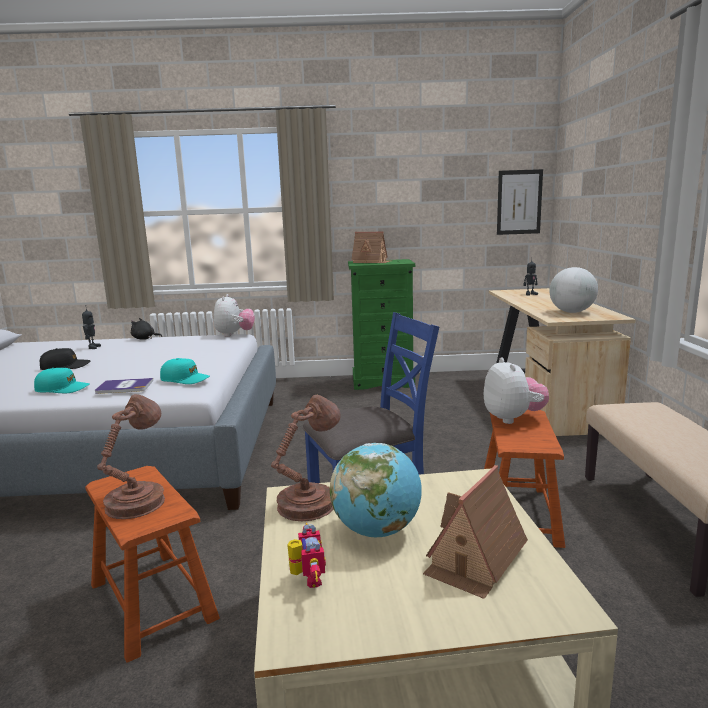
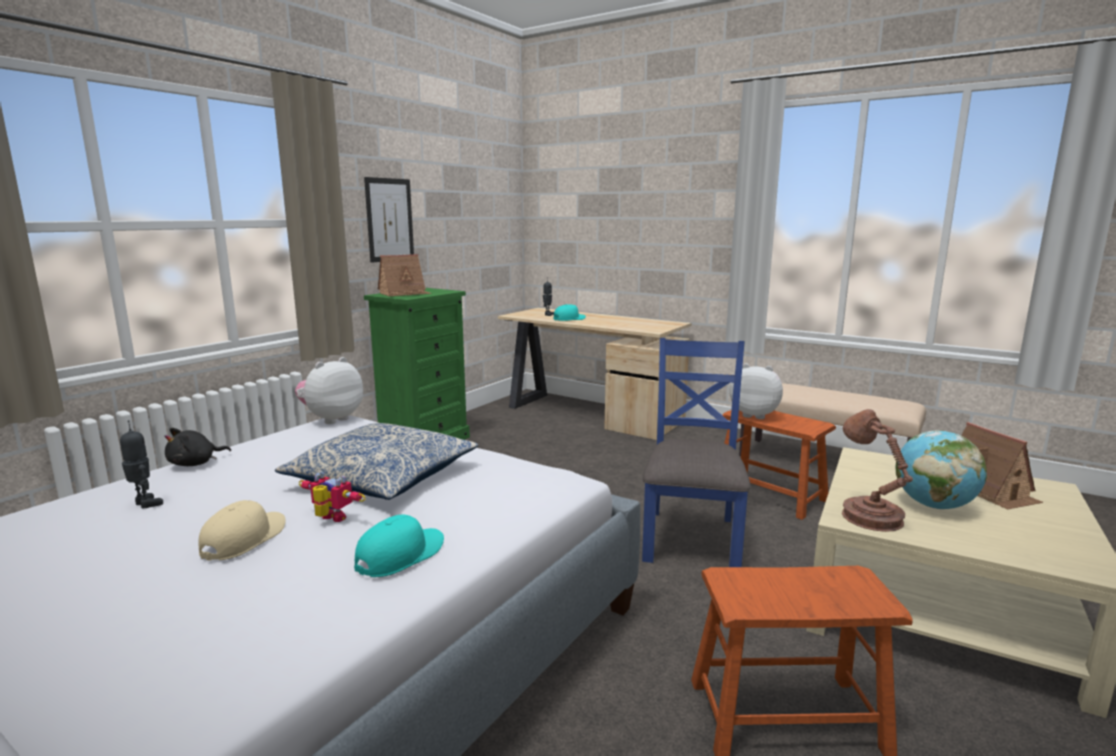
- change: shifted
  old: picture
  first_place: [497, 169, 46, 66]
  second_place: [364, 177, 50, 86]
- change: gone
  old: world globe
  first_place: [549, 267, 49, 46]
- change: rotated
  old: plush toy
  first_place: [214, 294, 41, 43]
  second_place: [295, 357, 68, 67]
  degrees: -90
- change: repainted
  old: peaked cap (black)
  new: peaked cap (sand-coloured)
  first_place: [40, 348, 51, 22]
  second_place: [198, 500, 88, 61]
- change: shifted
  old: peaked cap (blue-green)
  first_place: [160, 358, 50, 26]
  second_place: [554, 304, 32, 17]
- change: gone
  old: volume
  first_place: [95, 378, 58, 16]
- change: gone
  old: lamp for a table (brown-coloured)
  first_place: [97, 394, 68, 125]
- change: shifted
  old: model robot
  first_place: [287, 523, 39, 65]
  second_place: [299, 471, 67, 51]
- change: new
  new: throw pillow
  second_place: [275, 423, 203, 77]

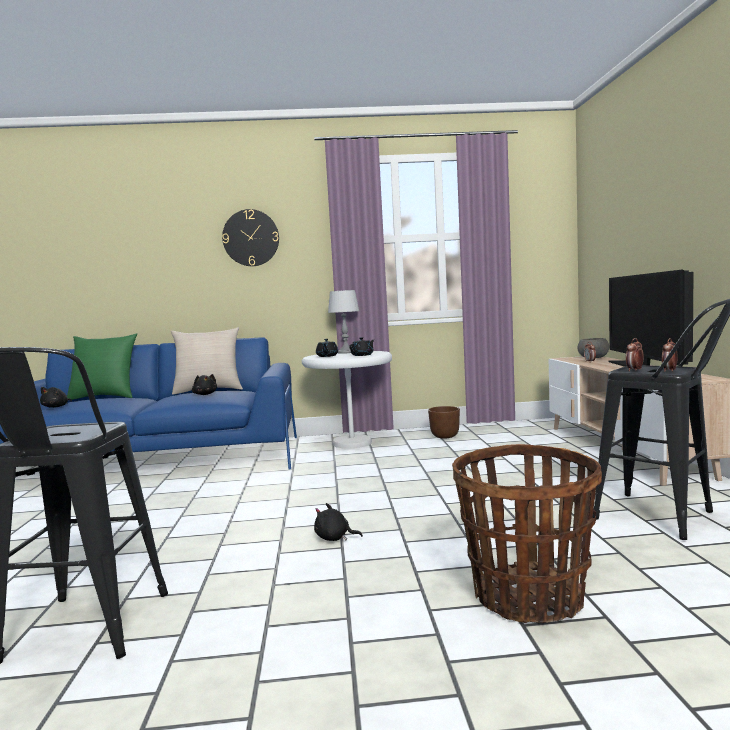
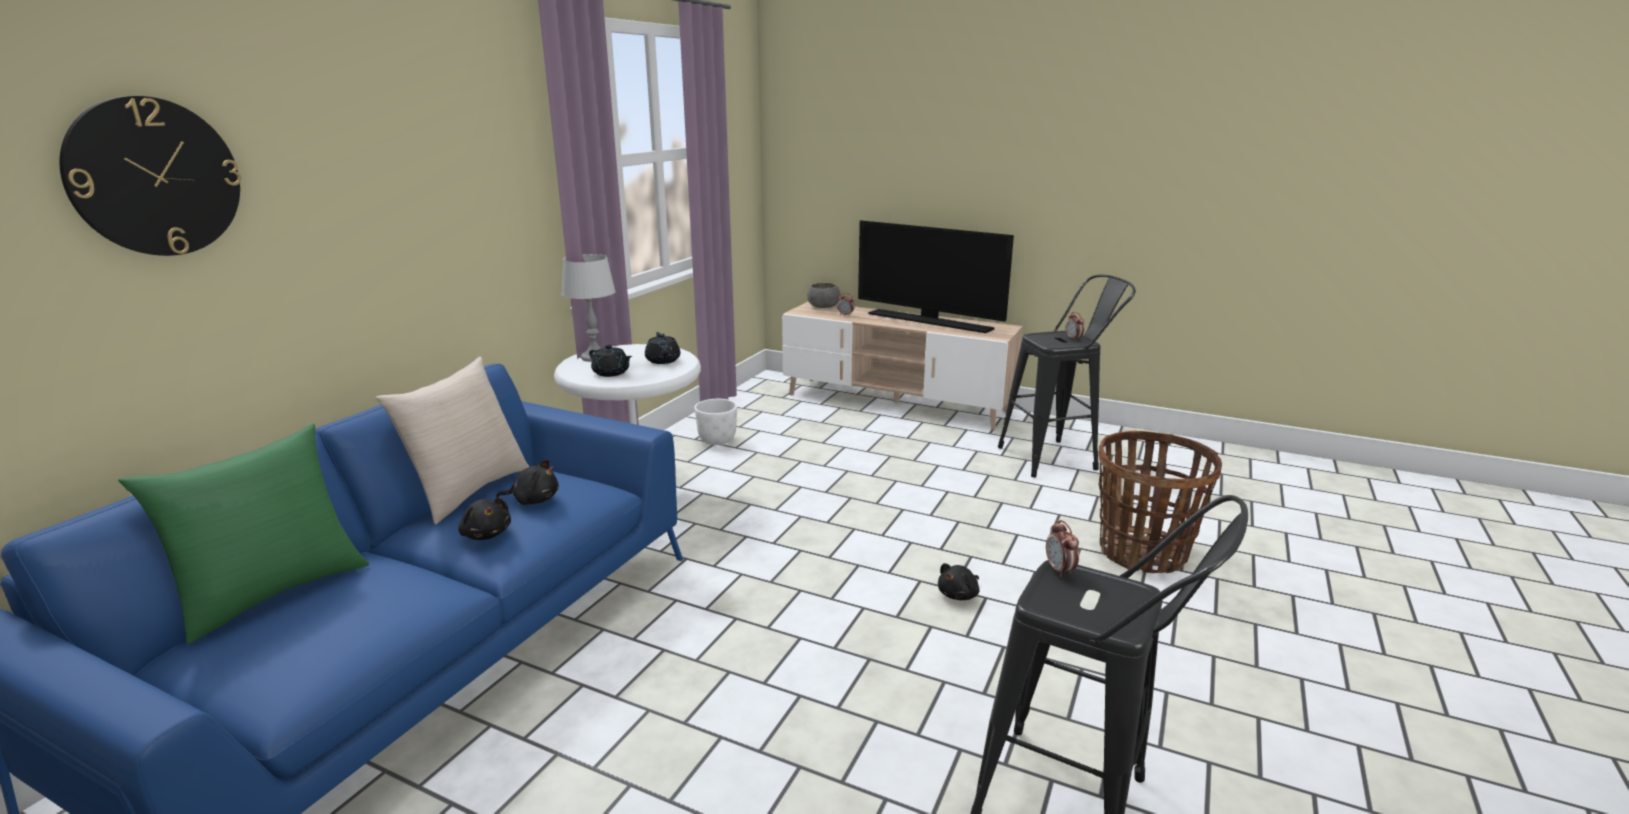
- change: shifted
  old: hanging clock
  first_place: [222, 209, 57, 57]
  second_place: [59, 96, 182, 160]
- change: shifted
  old: table clock
  first_place: [626, 338, 18, 33]
  second_place: [1046, 520, 33, 57]
- change: shifted
  old: plush toy (black)
  first_place: [40, 387, 32, 21]
  second_place: [458, 498, 53, 42]
- change: repainted
  old: planter (brown-coloured)
  new: planter (white)
  first_place: [428, 406, 32, 32]
  second_place: [694, 399, 43, 46]

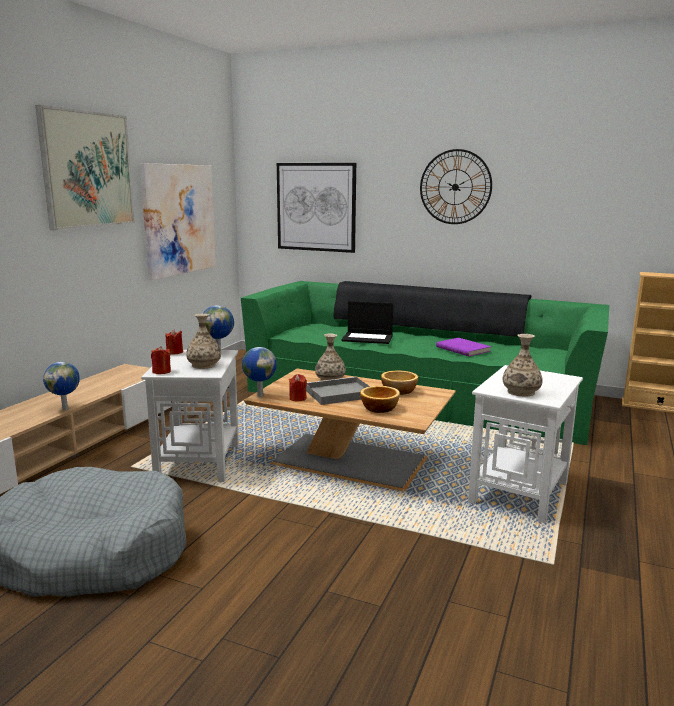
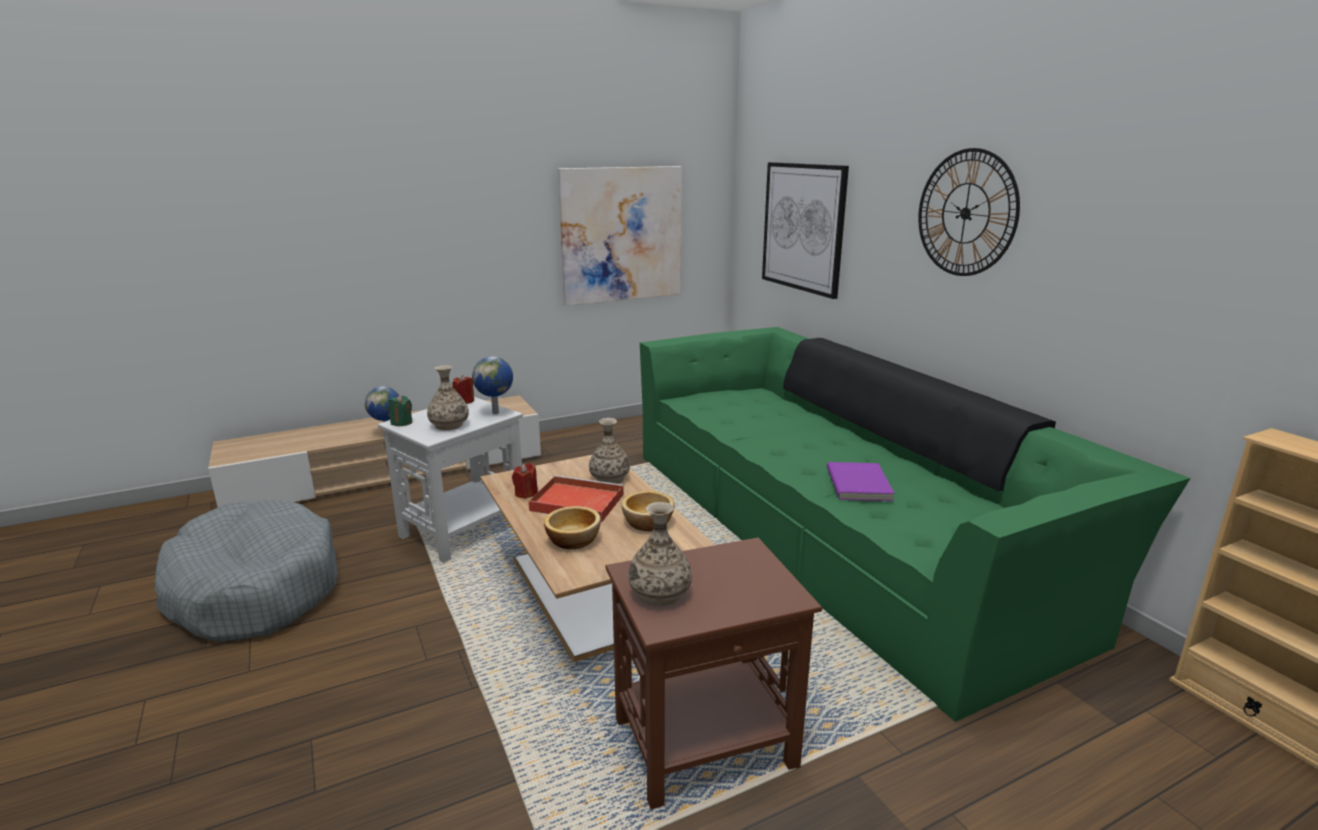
- change: gone
  old: picture
  first_place: [35, 105, 100, 125]
- change: gone
  old: portable computer
  first_place: [341, 301, 52, 43]
- change: repainted
  old: candle (red-coloured)
  new: candle (green-coloured)
  first_place: [151, 346, 20, 28]
  second_place: [388, 395, 24, 31]
- change: gone
  old: world globe
  first_place: [242, 347, 35, 50]
- change: repainted
  old: side table (white)
  new: side table (brown-coloured)
  first_place: [468, 365, 115, 158]
  second_place: [605, 538, 217, 271]
- change: repainted
  old: serving tray (greyish)
  new: serving tray (red-coloured)
  first_place: [306, 377, 64, 28]
  second_place: [529, 475, 95, 47]

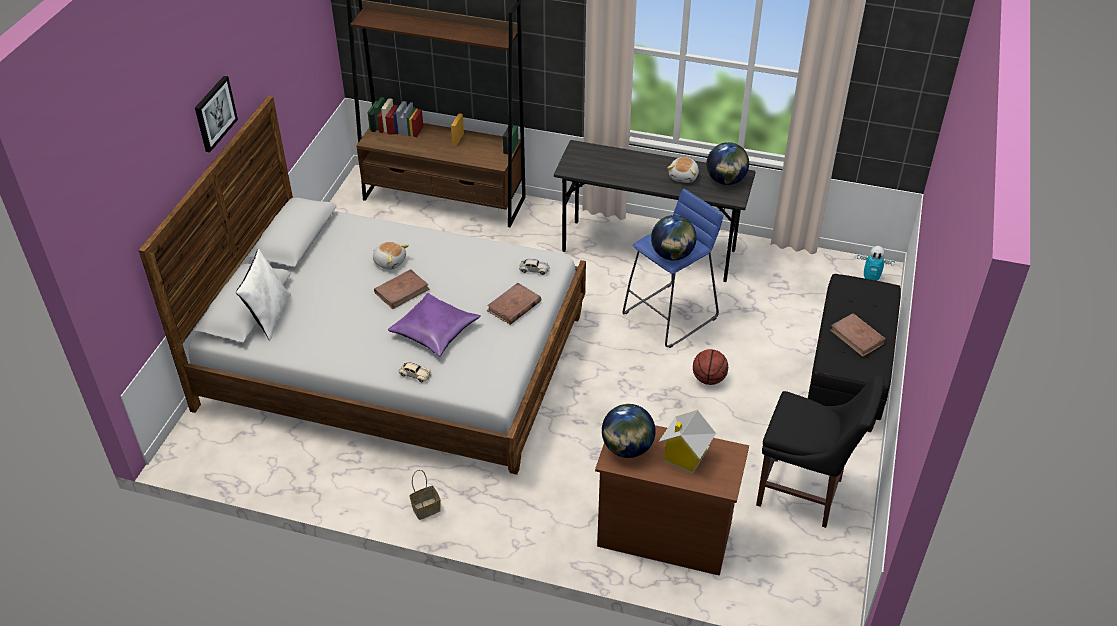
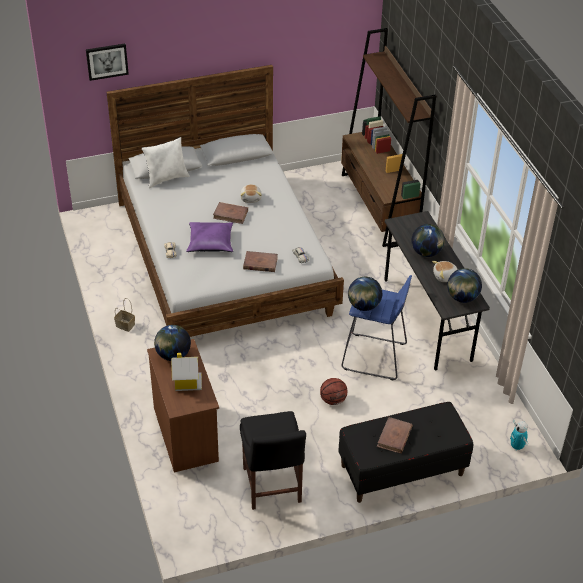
- change: shifted
  old: picture
  first_place: [195, 76, 43, 76]
  second_place: [86, 44, 43, 37]
- change: new
  new: world globe
  second_place: [411, 224, 34, 33]

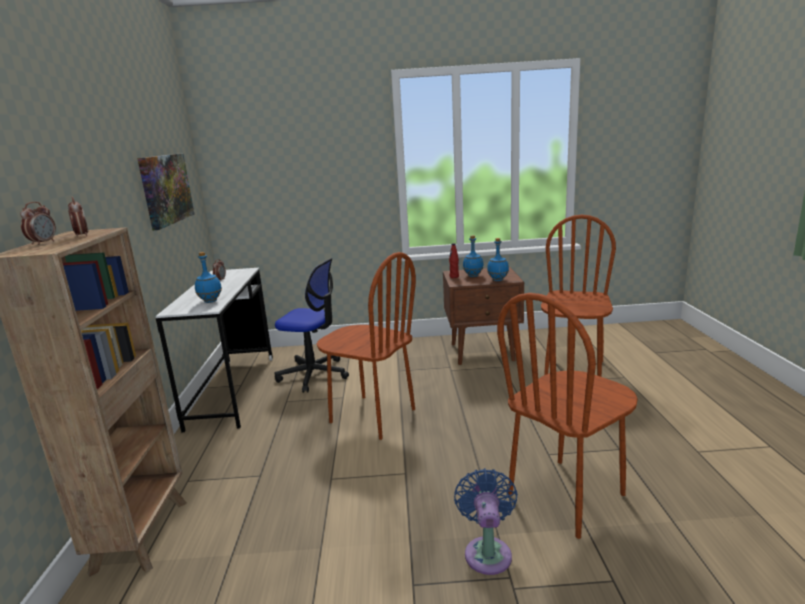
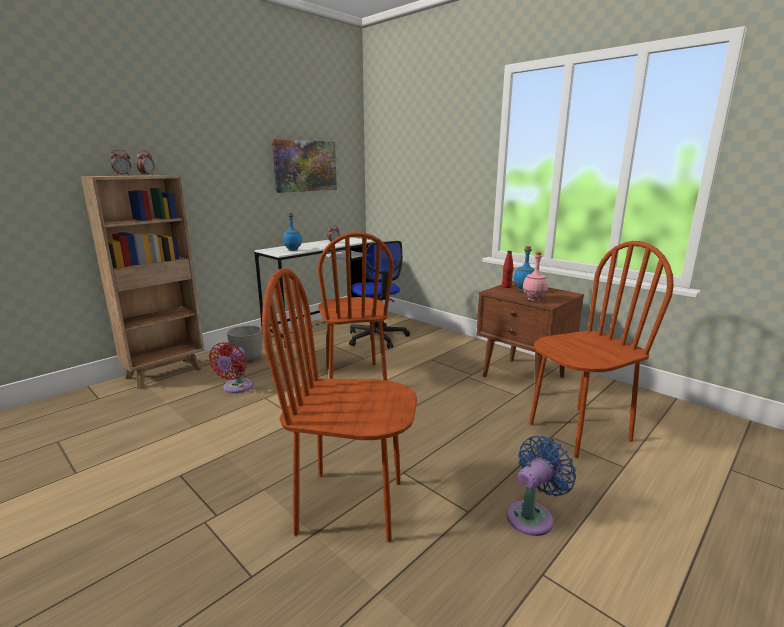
- change: repainted
  old: beverage bottle (bluish)
  new: beverage bottle (pink)
  first_place: [487, 238, 22, 43]
  second_place: [523, 252, 25, 49]
- change: shifted
  old: electric fan (bluish)
  first_place: [454, 468, 64, 107]
  second_place: [507, 436, 69, 100]
- change: new
  new: planter (greyish)
  second_place: [227, 325, 36, 38]
- change: new
  new: electric fan (red-coloured)
  second_place: [209, 342, 44, 51]

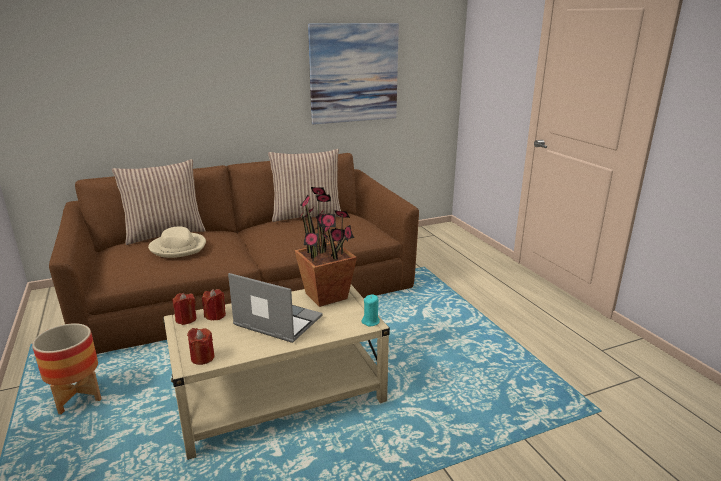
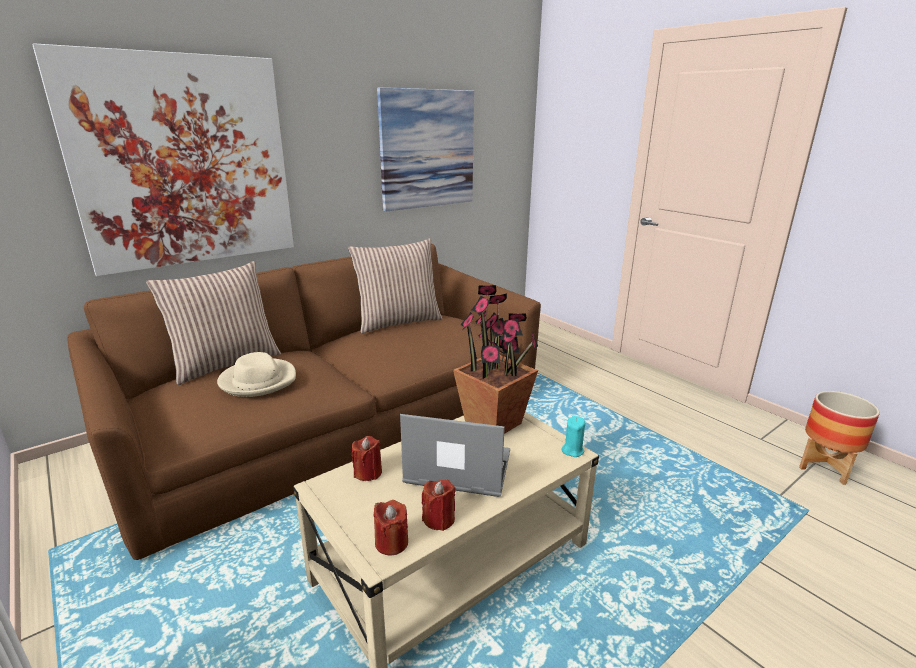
- change: shifted
  old: candle (red-coloured)
  first_place: [173, 293, 24, 32]
  second_place: [422, 479, 34, 52]
- change: shifted
  old: planter
  first_place: [32, 323, 69, 91]
  second_place: [799, 391, 81, 94]
- change: new
  new: picture
  second_place: [33, 43, 261, 233]

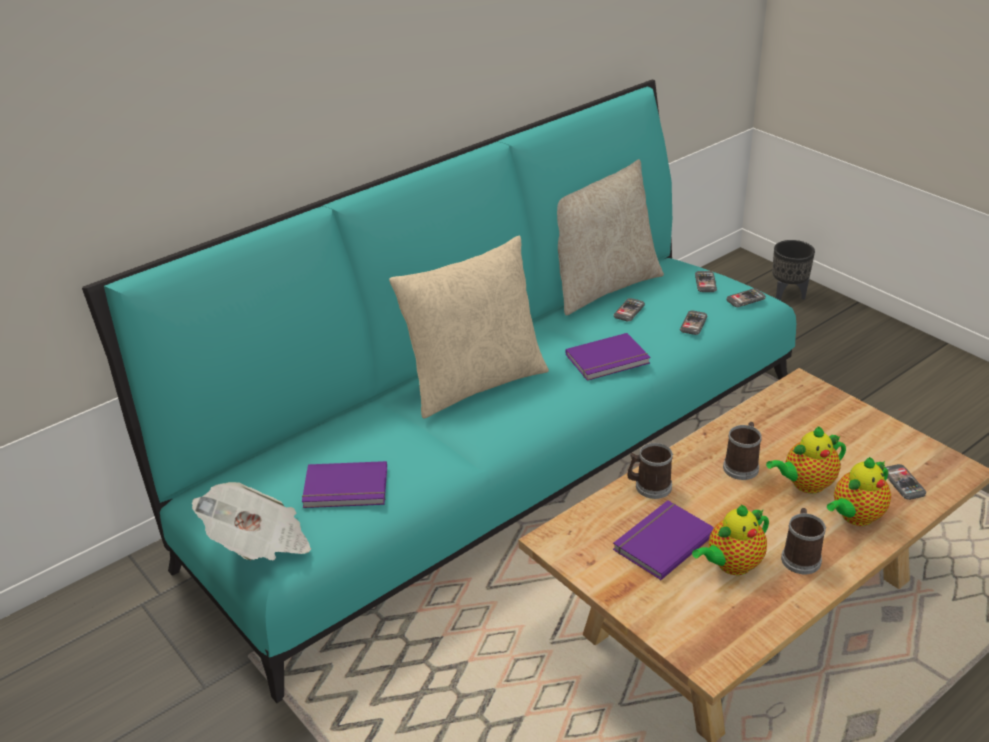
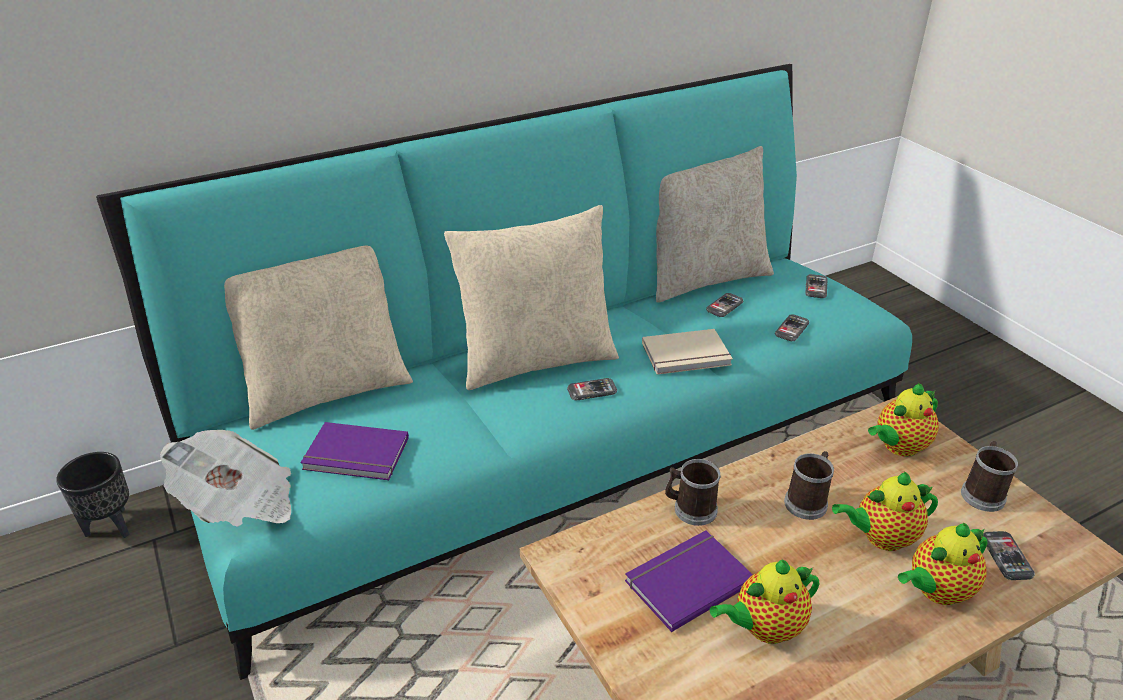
- change: shifted
  old: planter (black)
  first_place: [772, 240, 43, 61]
  second_place: [56, 452, 74, 86]
- change: shifted
  old: handset
  first_place: [726, 288, 40, 19]
  second_place: [567, 378, 50, 23]
- change: repainted
  old: volume (purple)
  new: volume (sand-coloured)
  first_place: [565, 333, 85, 48]
  second_place: [642, 329, 91, 46]
- change: shifted
  old: mug
  first_place: [781, 508, 45, 66]
  second_place: [961, 441, 58, 71]
- change: new
  new: throw pillow (sand-coloured)
  second_place: [224, 246, 189, 184]
- change: new
  new: pot for tea
  second_place: [868, 383, 71, 74]

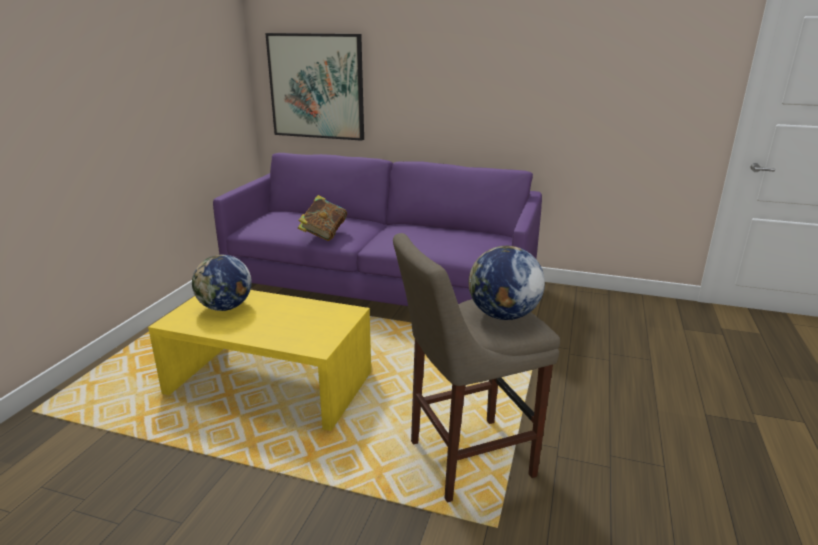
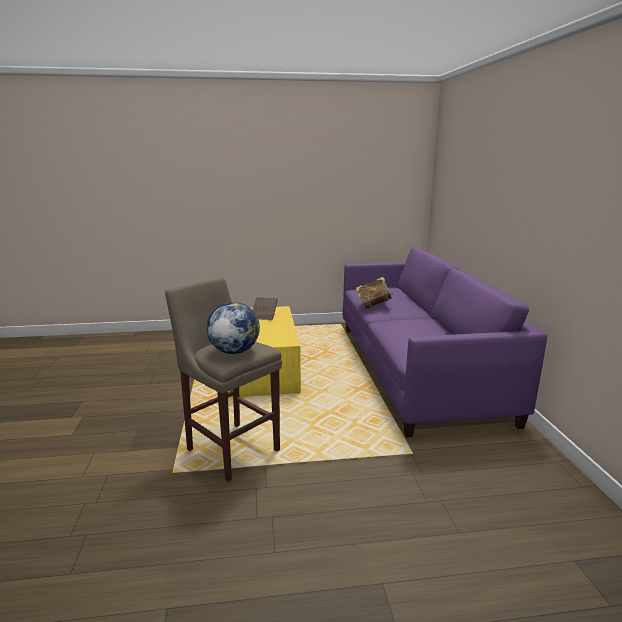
- change: gone
  old: picture
  first_place: [265, 33, 99, 108]
- change: swapped
  old: world globe
  new: volume (brown-coloured)
  first_place: [192, 255, 60, 56]
  second_place: [253, 297, 25, 23]

